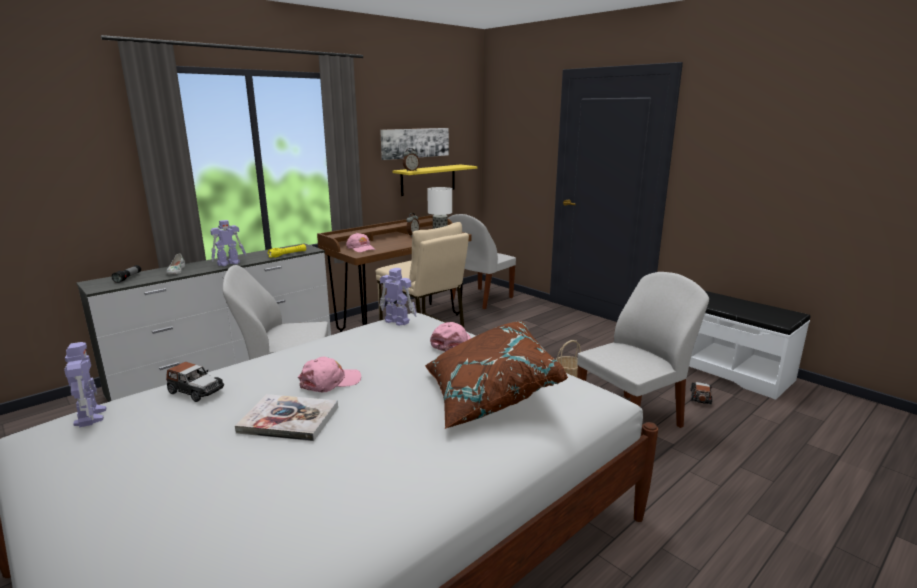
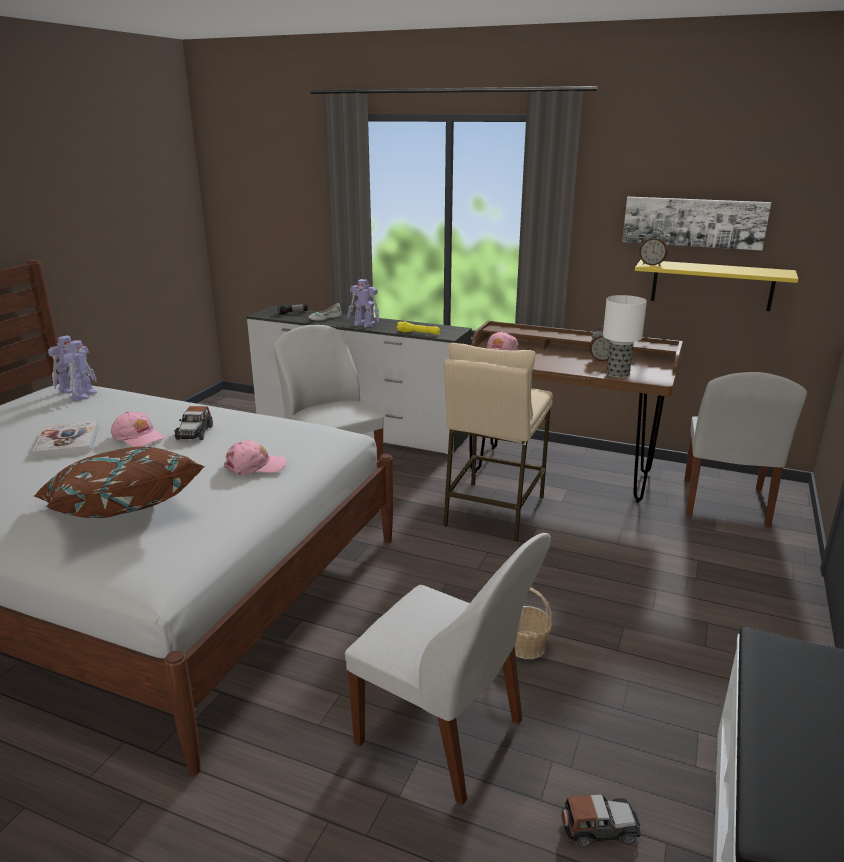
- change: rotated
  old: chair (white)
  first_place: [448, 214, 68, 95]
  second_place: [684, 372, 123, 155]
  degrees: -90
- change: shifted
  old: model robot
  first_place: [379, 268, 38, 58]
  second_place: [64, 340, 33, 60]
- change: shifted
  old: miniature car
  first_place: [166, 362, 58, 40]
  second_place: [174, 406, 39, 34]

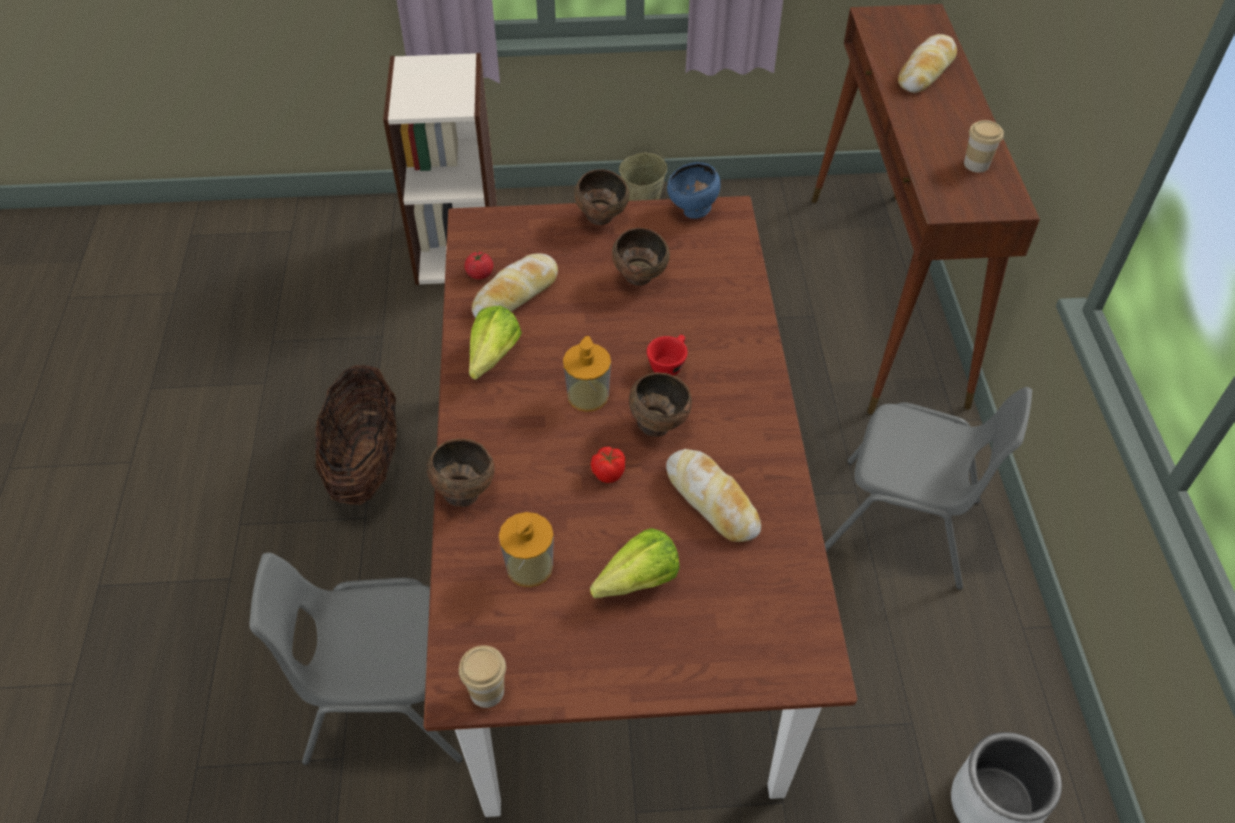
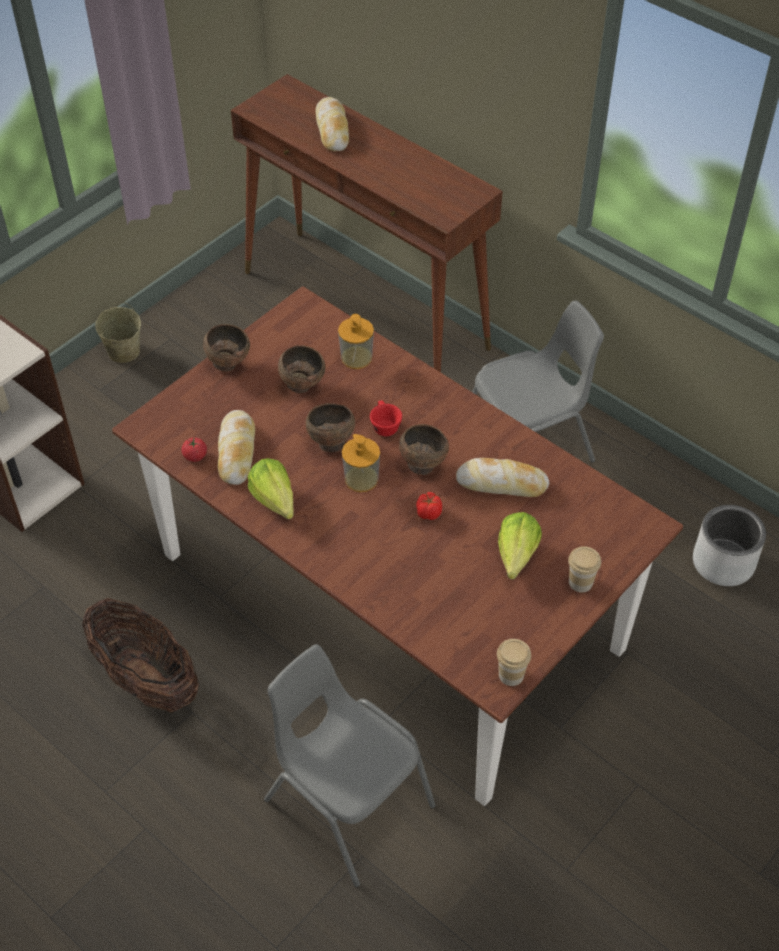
- change: shifted
  old: small cup
  first_place: [964, 120, 40, 53]
  second_place: [568, 546, 33, 46]
- change: gone
  old: deep dish (bluish)
  first_place: [667, 162, 54, 57]
- change: shifted
  old: deep dish (brown-coloured)
  first_place: [427, 439, 68, 68]
  second_place: [306, 403, 49, 49]
- change: shifted
  old: liquid soap bottle
  first_place: [499, 512, 55, 75]
  second_place: [338, 314, 36, 55]
- change: rotated
  old: chair (greyish)
  first_place: [249, 553, 214, 212]
  second_place: [264, 644, 172, 243]
  degrees: 90

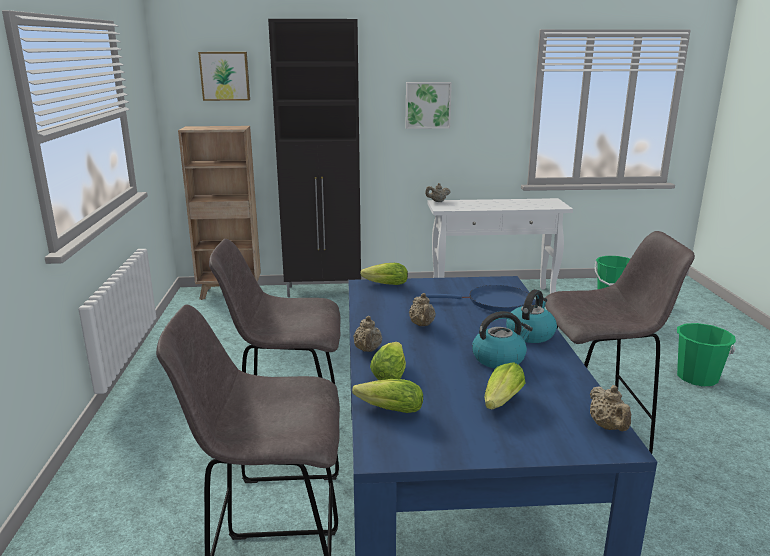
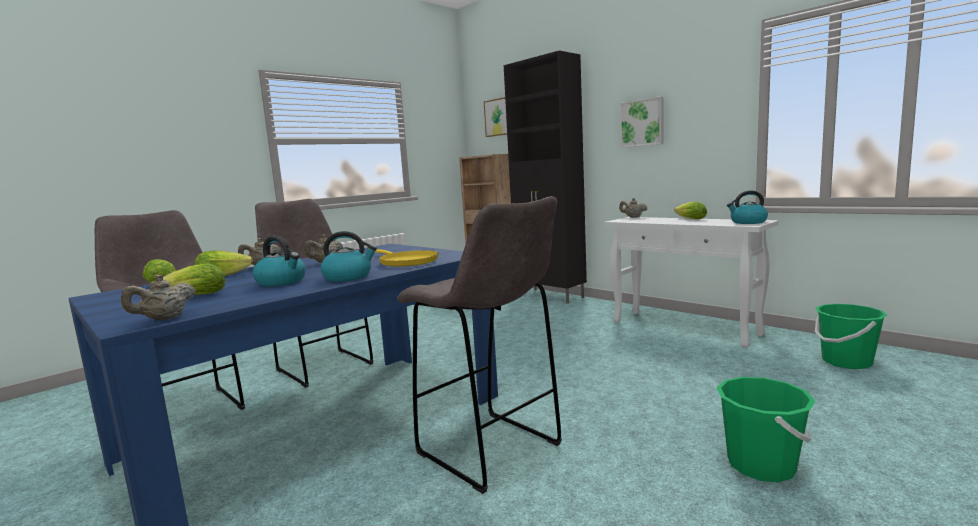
- change: shifted
  old: head of lettuce
  first_place: [360, 263, 48, 22]
  second_place: [674, 201, 33, 18]
- change: repainted
  old: frying pan (bluish)
  new: frying pan (yellowish)
  first_place: [426, 285, 102, 27]
  second_place: [375, 249, 64, 18]
- change: new
  new: tea kettle
  second_place: [727, 190, 41, 34]

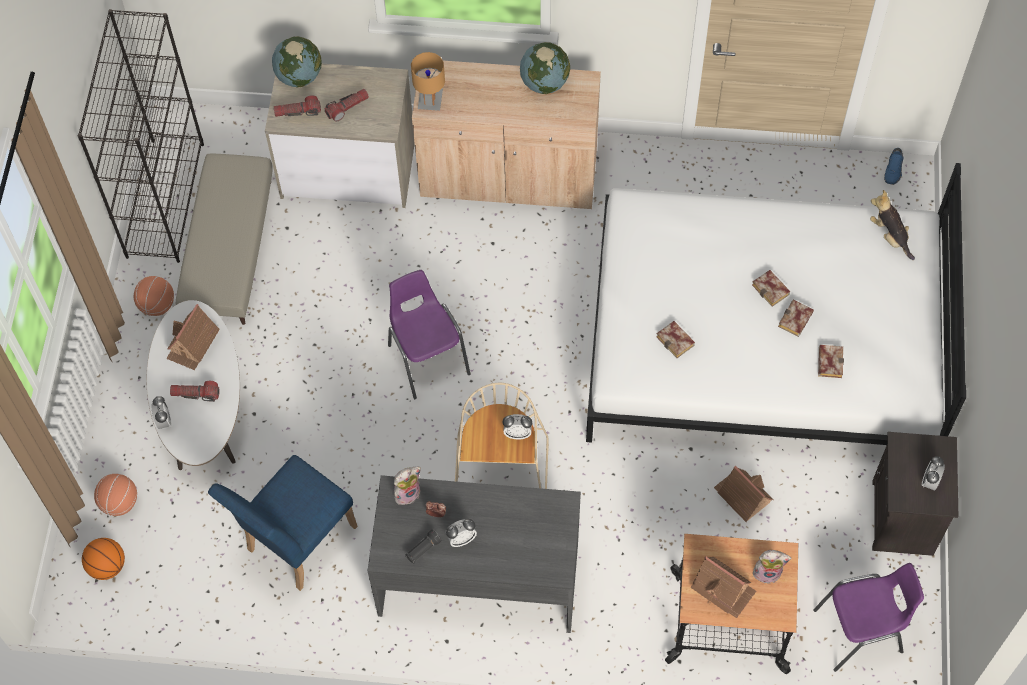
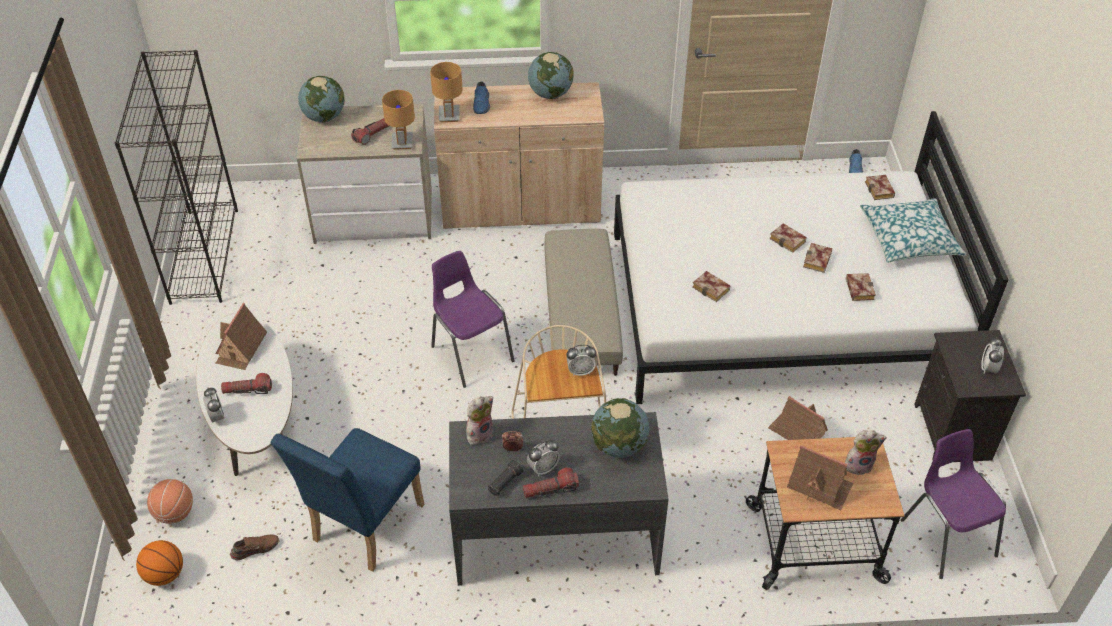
- change: shifted
  old: hand torch
  first_place: [274, 95, 47, 22]
  second_place: [523, 467, 56, 31]
- change: shifted
  old: pouffe (sand-coloured)
  first_place: [176, 154, 97, 171]
  second_place: [545, 229, 78, 147]
- change: swapped
  old: plush toy
  new: volume
  first_place: [870, 190, 45, 70]
  second_place: [865, 175, 30, 25]
- change: gone
  old: ball for basketball
  first_place: [134, 276, 40, 40]
- change: rotated
  old: chair (purple)
  first_place: [813, 563, 111, 109]
  second_place: [901, 429, 105, 150]
  degrees: -90
- change: new
  new: shoe (bluish)
  second_place: [473, 81, 17, 33]
- change: new
  new: lamp for a table (brown-coloured)
  second_place: [382, 90, 33, 60]
- change: new
  new: throw pillow
  second_place: [860, 198, 106, 65]
- change: new
  new: world globe
  second_place: [591, 398, 59, 60]
- change: new
  new: shoe (brown-coloured)
  second_place: [230, 534, 49, 26]

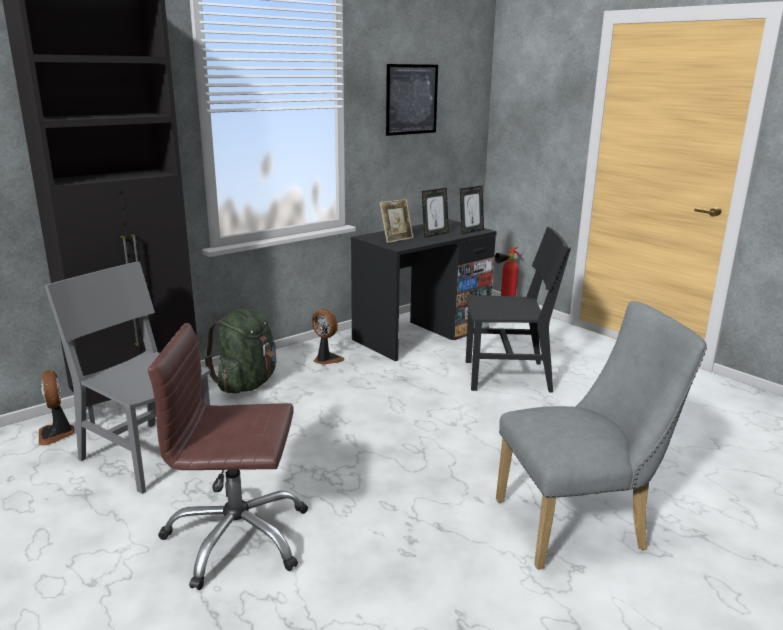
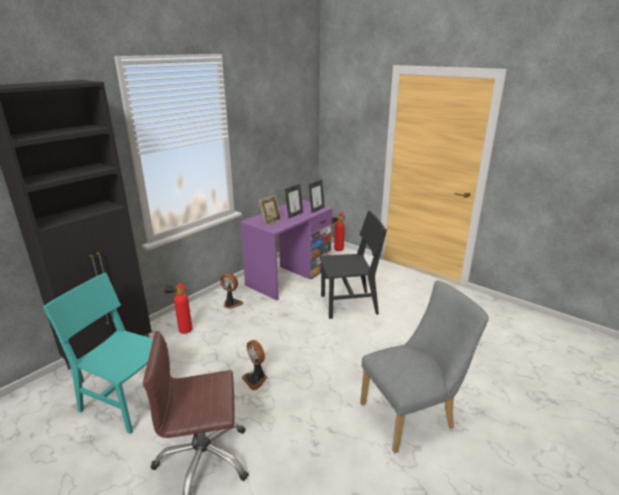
- change: gone
  old: picture
  first_place: [386, 64, 52, 72]
- change: repainted
  old: desk unit (black)
  new: desk unit (purple)
  first_place: [351, 219, 146, 142]
  second_place: [240, 200, 93, 100]
- change: repainted
  old: chair (greyish)
  new: chair (blue-green)
  first_place: [44, 261, 167, 233]
  second_place: [43, 273, 124, 161]
- change: swapped
  old: backpack (green-coloured)
  new: fire extinguisher
  first_place: [205, 309, 72, 84]
  second_place: [164, 283, 28, 51]
- change: shifted
  old: electric fan
  first_place: [39, 370, 36, 76]
  second_place: [241, 340, 27, 50]

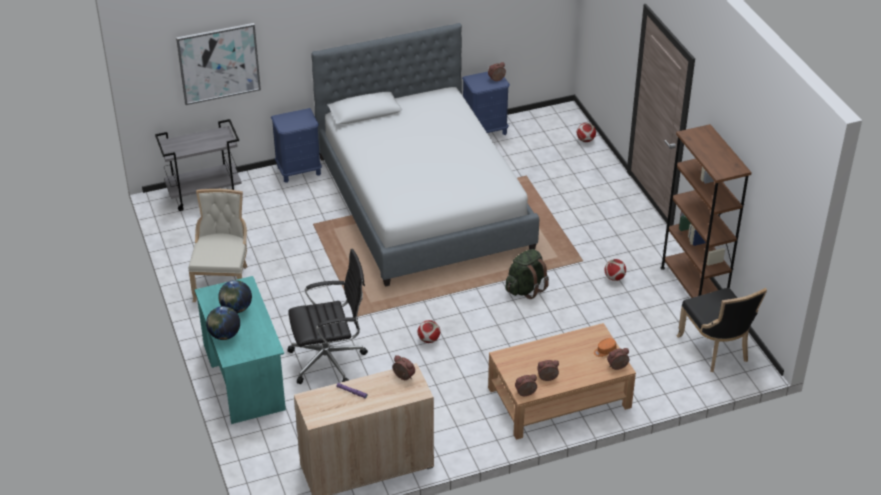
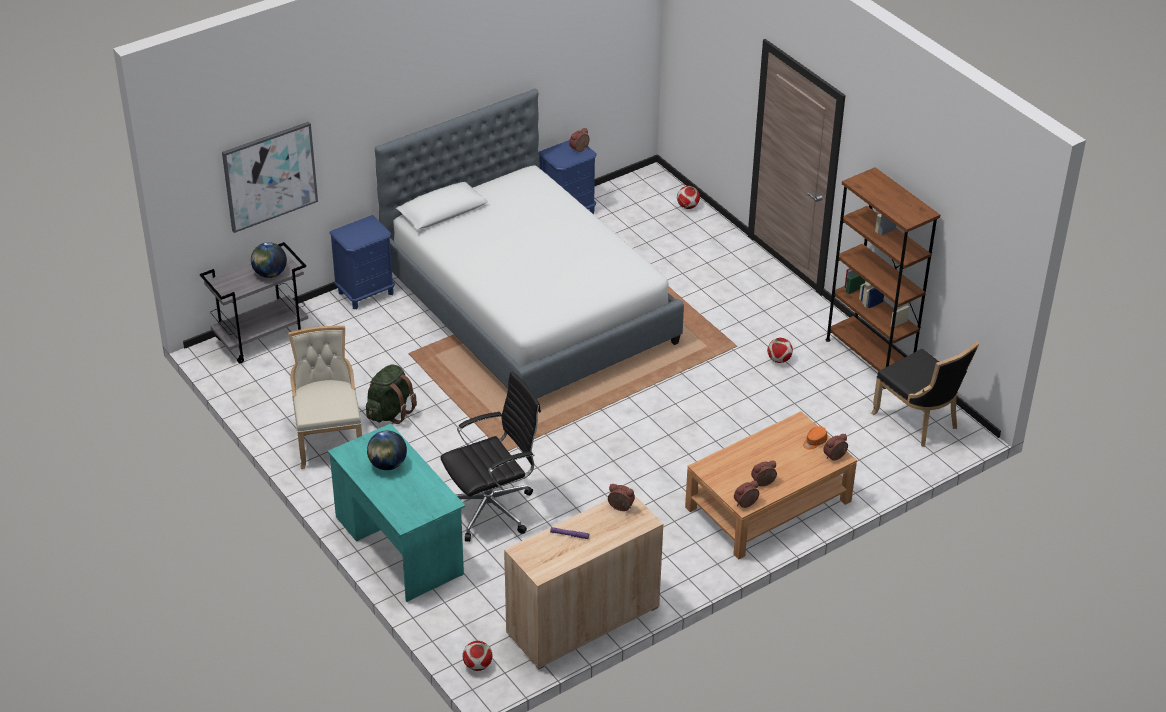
- change: shifted
  old: backpack (green-coloured)
  first_place: [505, 249, 44, 50]
  second_place: [366, 364, 51, 60]
- change: shifted
  old: world globe
  first_place: [206, 306, 34, 34]
  second_place: [251, 242, 36, 36]
- change: shifted
  old: ball for football
  first_place: [418, 320, 22, 23]
  second_place: [462, 641, 30, 30]

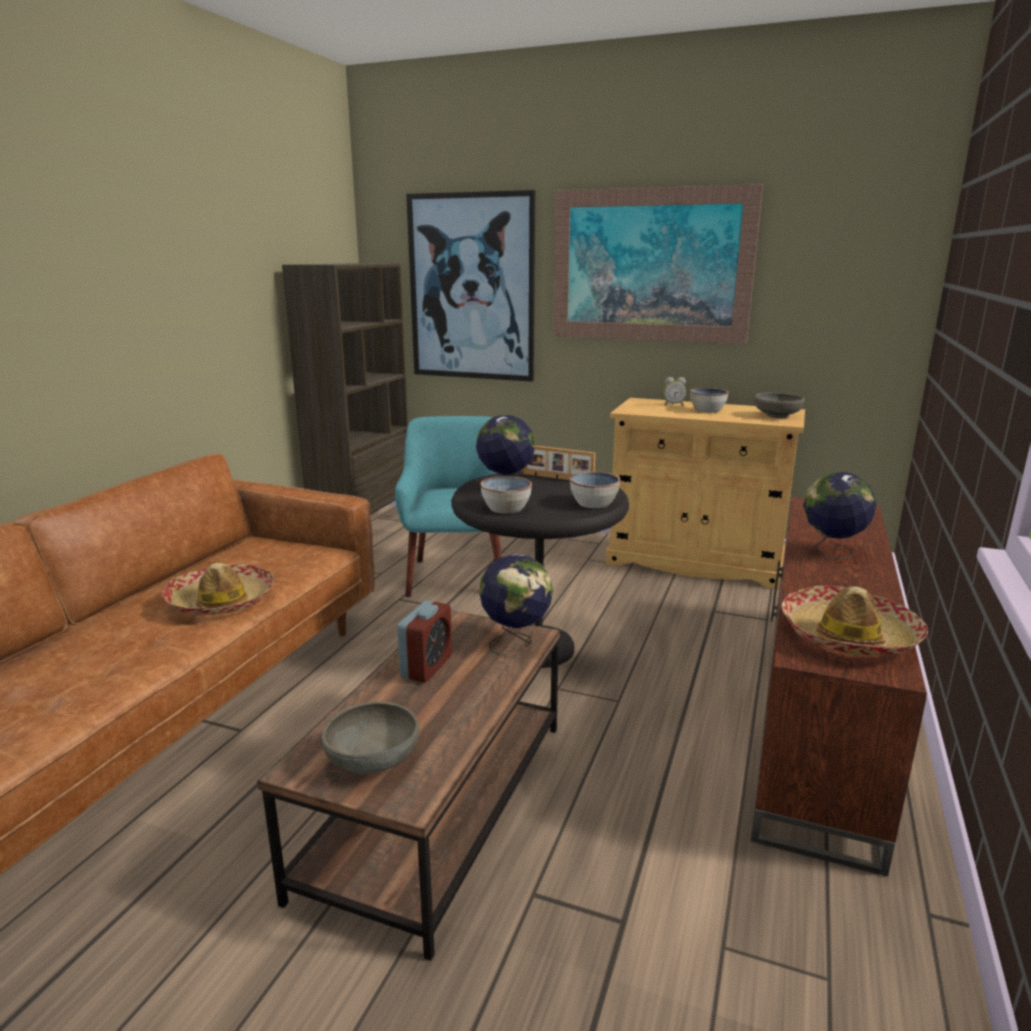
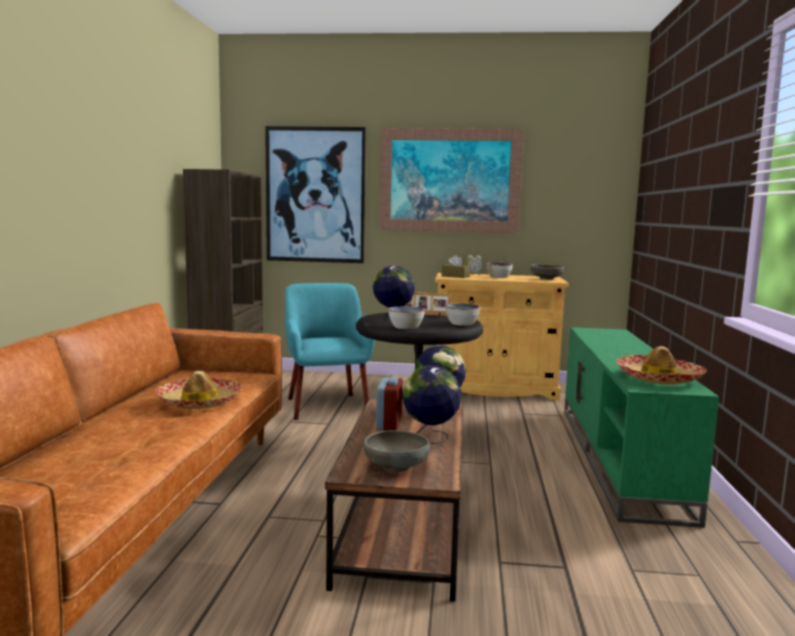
- change: shifted
  old: world globe
  first_place: [803, 472, 73, 87]
  second_place: [402, 365, 60, 79]
- change: repainted
  old: media console (brown-coloured)
  new: media console (green-coloured)
  first_place: [751, 497, 176, 380]
  second_place: [564, 327, 155, 201]
- change: new
  new: box of tissues (brown-coloured)
  second_place: [442, 255, 28, 23]

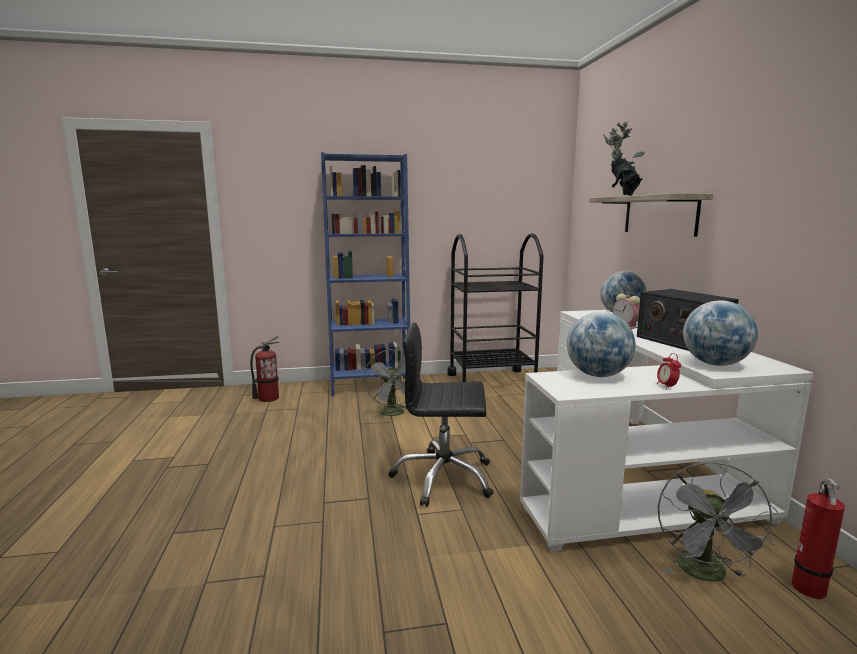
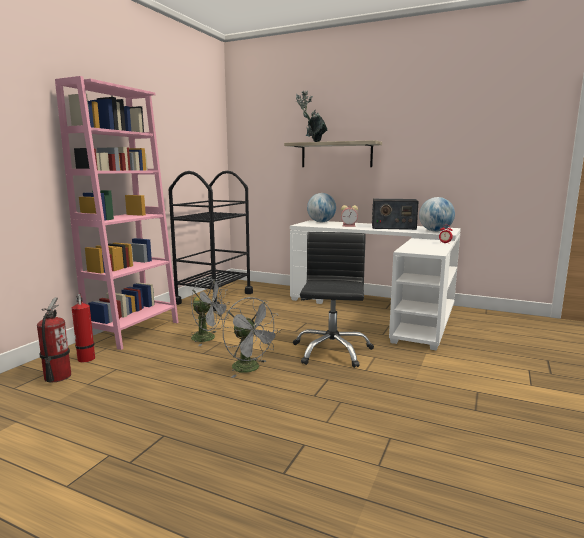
- change: repainted
  old: bookcase (bluish)
  new: bookcase (pink)
  first_place: [321, 152, 89, 244]
  second_place: [55, 76, 124, 274]
- change: gone
  old: world globe
  first_place: [567, 312, 69, 65]
- change: rotated
  old: desk chair (black)
  first_place: [388, 322, 106, 185]
  second_place: [293, 232, 81, 136]
  degrees: 150
- change: shifted
  old: electric fan (greyish)
  first_place: [658, 462, 120, 120]
  second_place: [223, 297, 58, 81]
- change: shifted
  old: fire extinguisher
  first_place: [792, 478, 53, 121]
  second_place: [72, 294, 23, 68]

